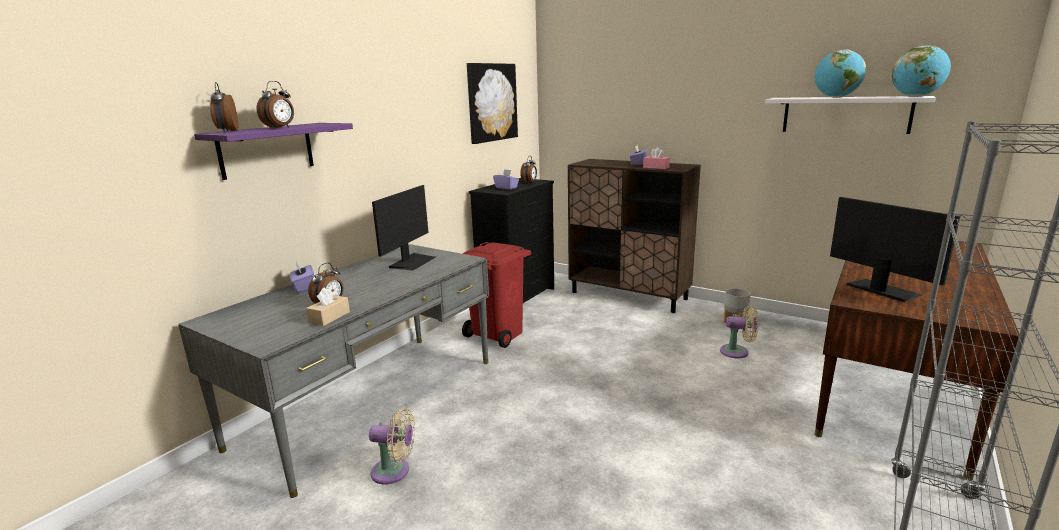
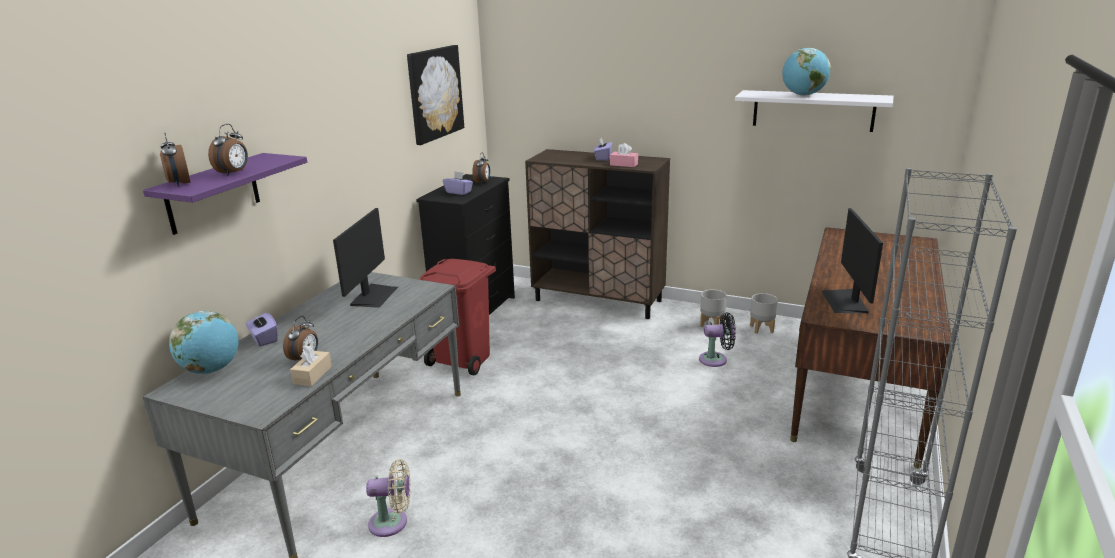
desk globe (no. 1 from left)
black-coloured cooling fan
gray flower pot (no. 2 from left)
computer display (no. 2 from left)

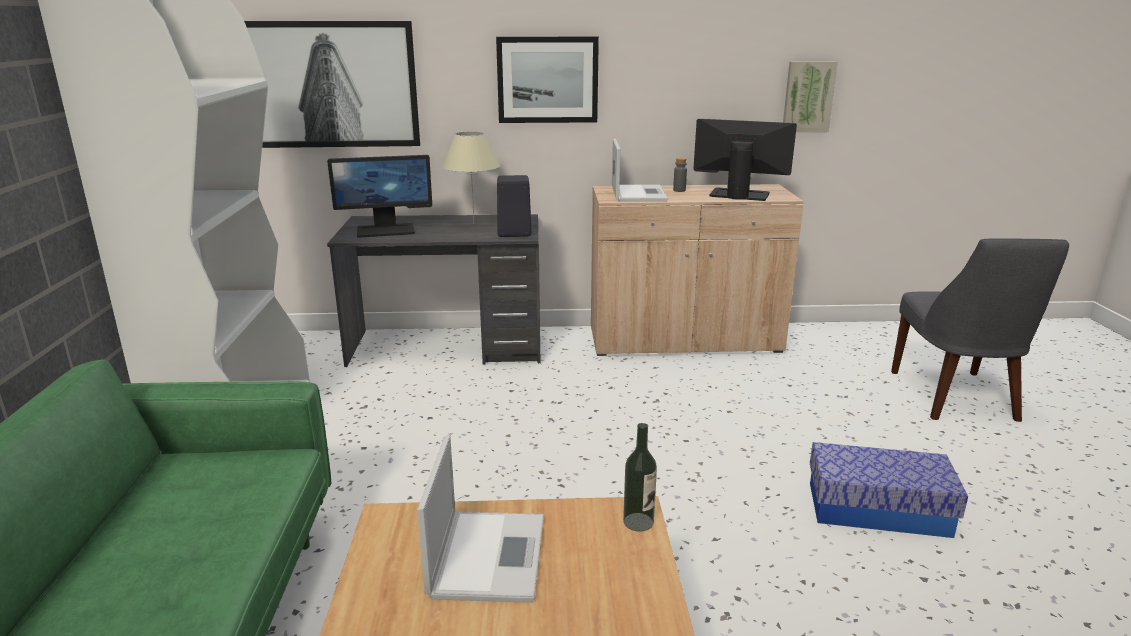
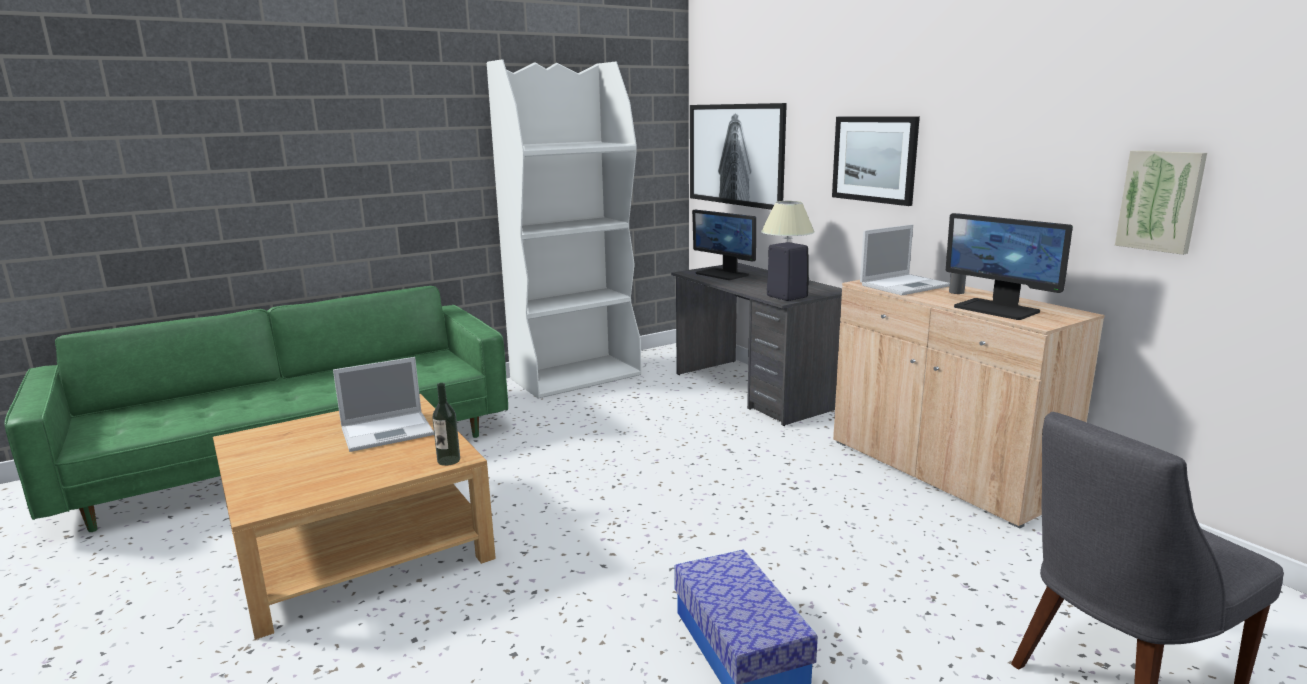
computer display (no. 2 from left)

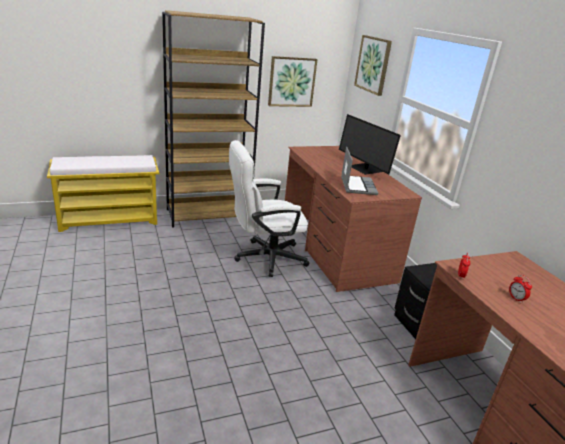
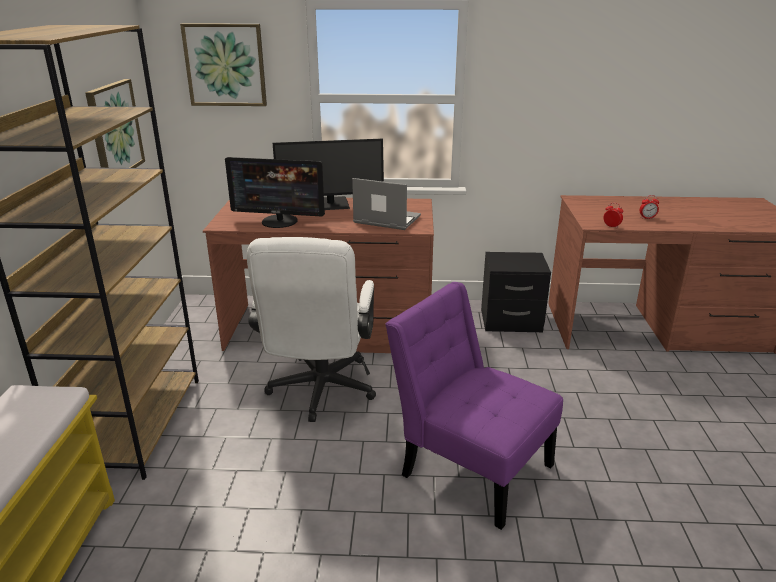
computer display (no. 1 from left)
purplish plain chair

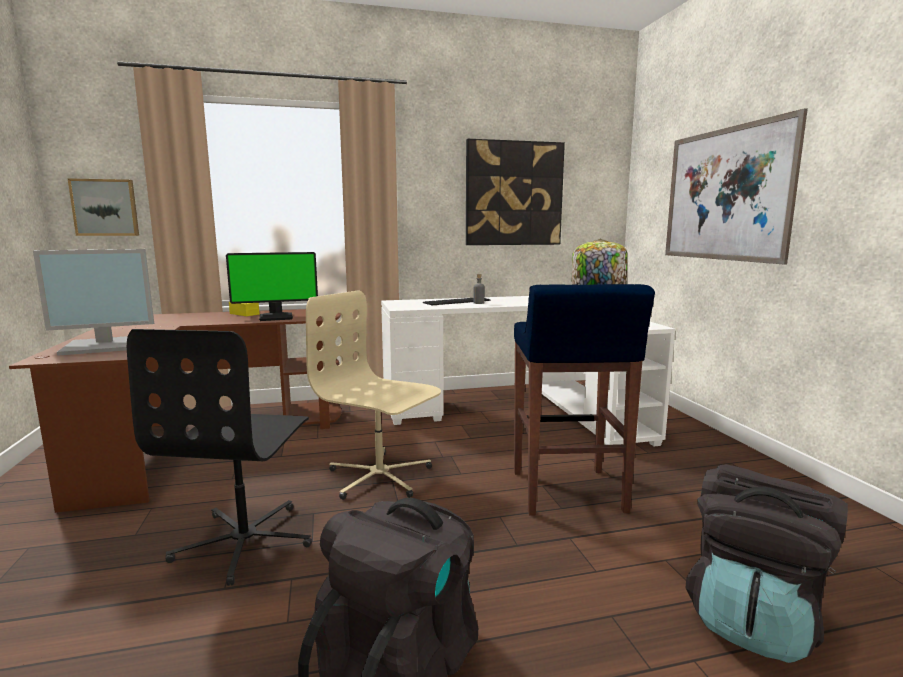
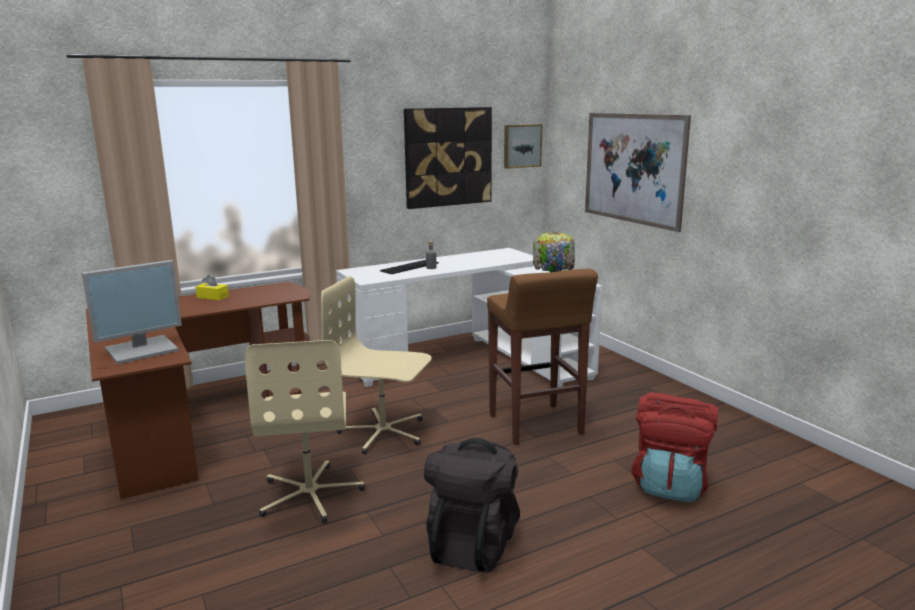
beige-coloured office chair (no. 1 from left)
brown stool seat
wall art (no. 2 from left)
reddish knapsack
computer display (no. 2 from left in the first image)

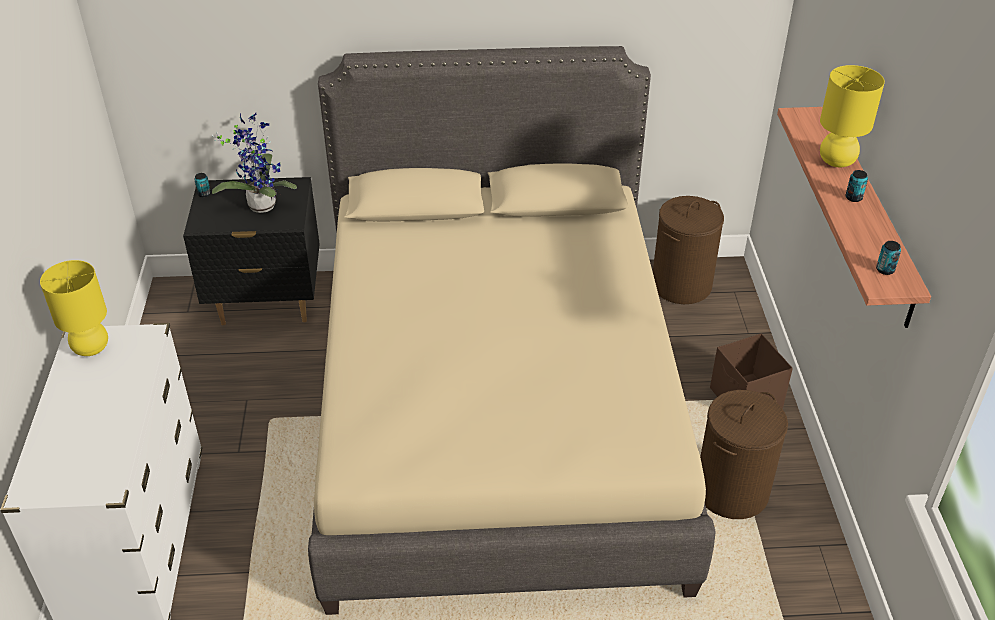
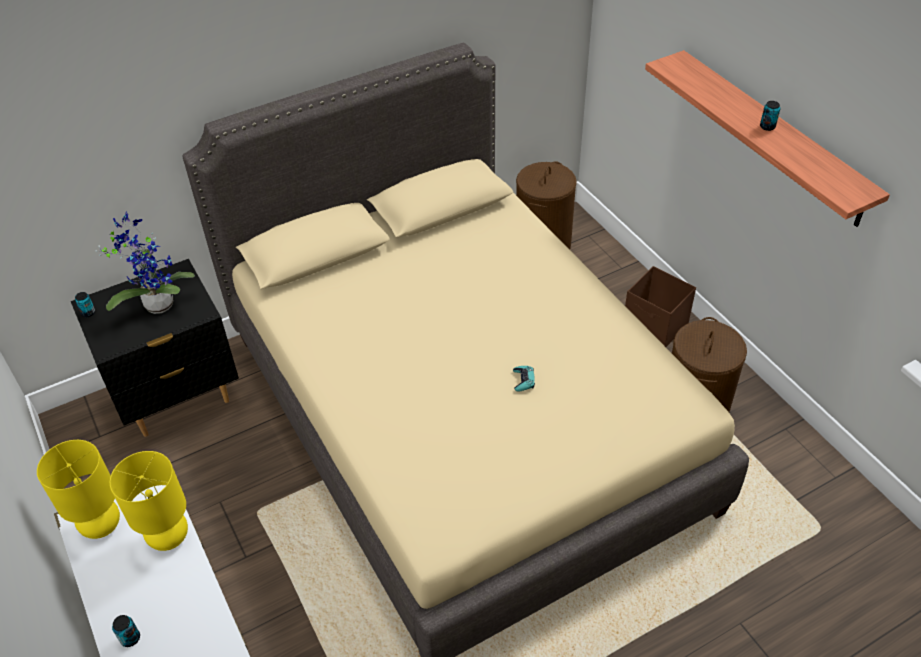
yellow lamp for a table (no. 2 from left)
sealed can (no. 2 from left)
blue-green game controller

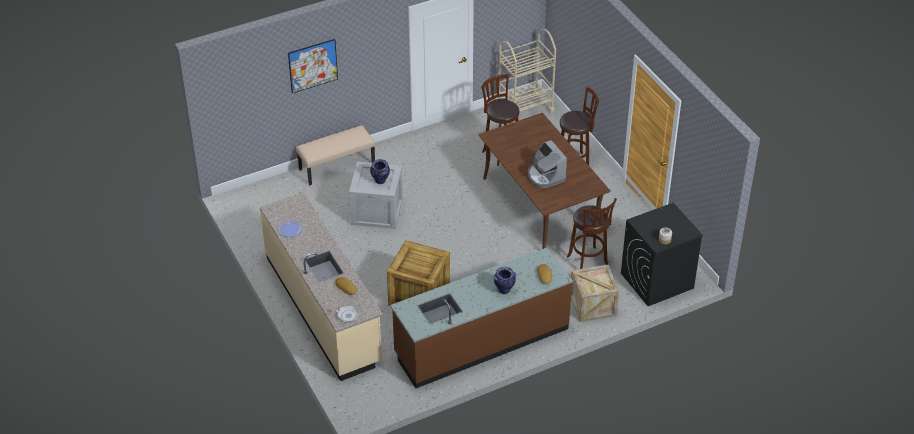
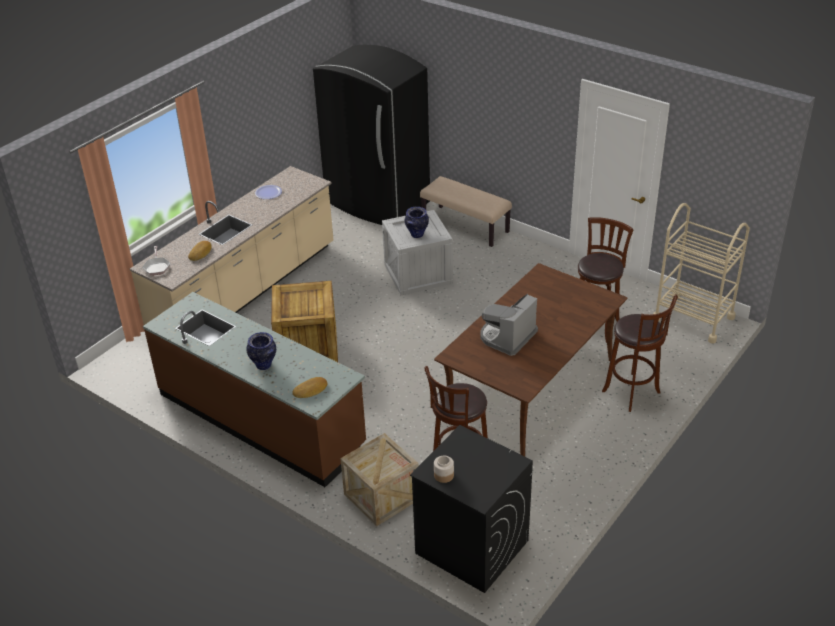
black-coloured fridge
wall art

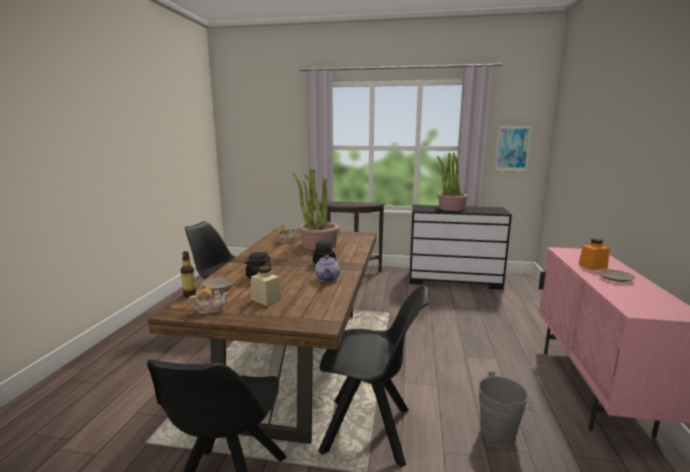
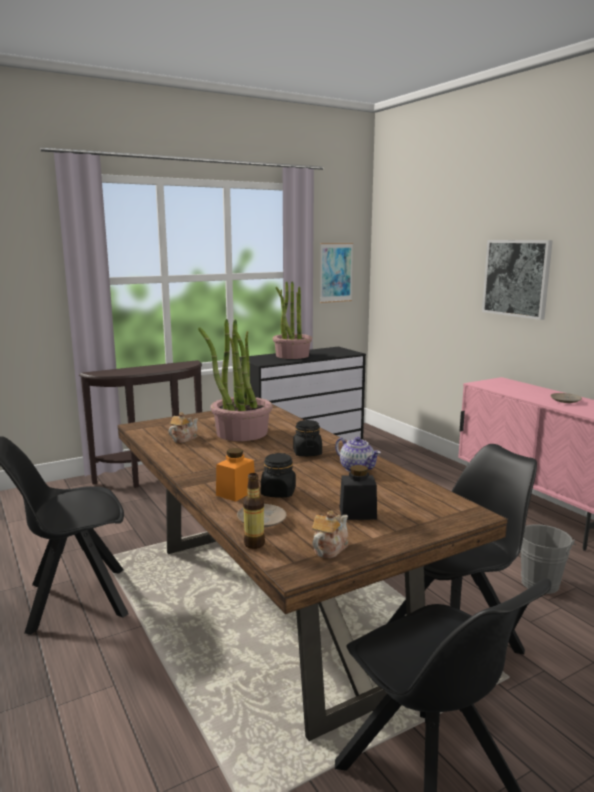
orange-coloured jar
black-coloured jar (no. 3 from left)
wall art (no. 2 from left)

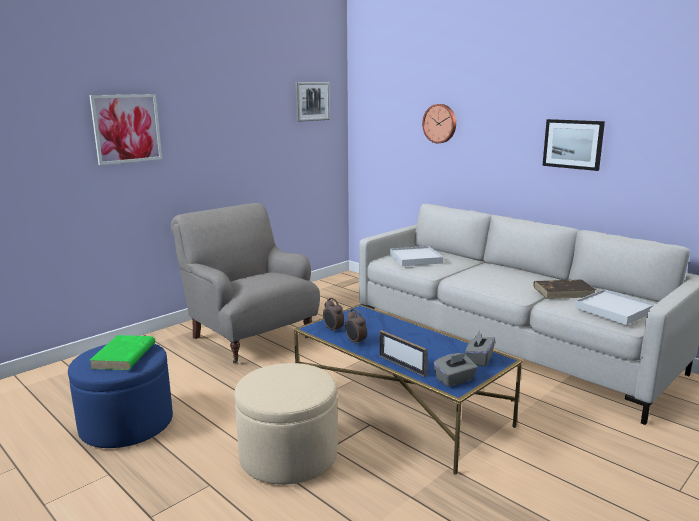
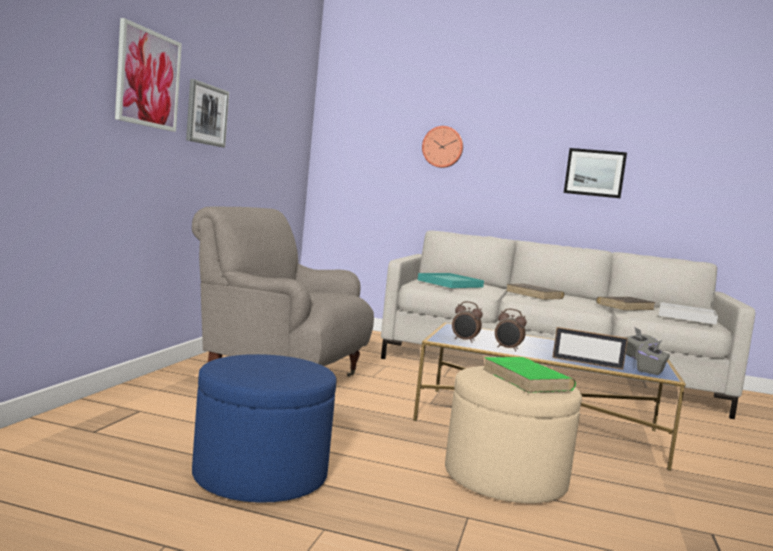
wall art (no. 2 from left)
blue-green tray
greenish book
brown book (no. 1 from left)

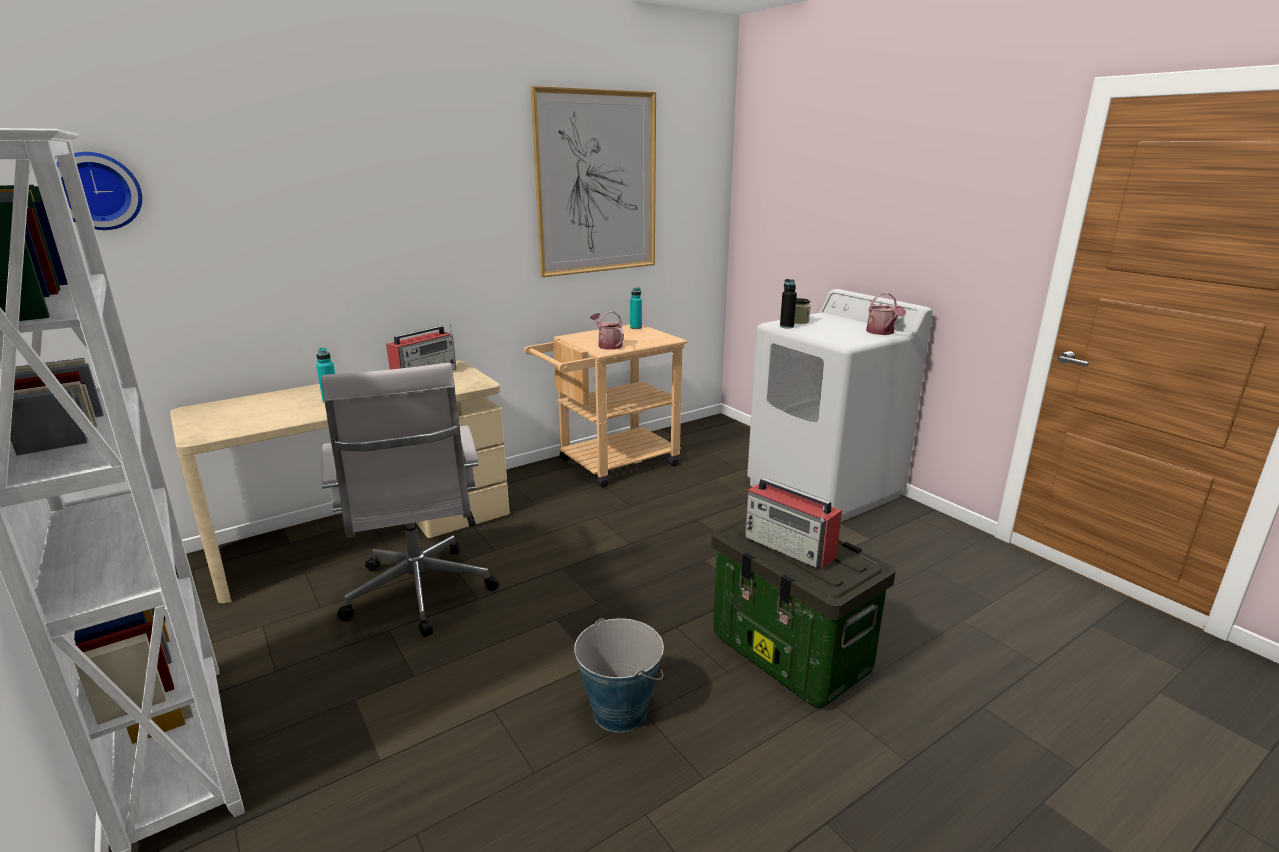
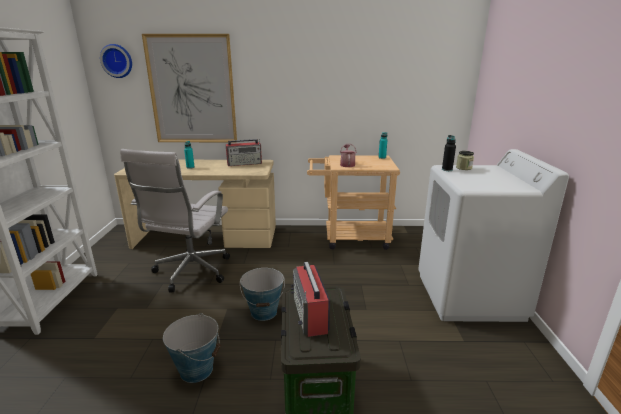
wall art
water bucket (no. 2 from left)
sprinkling can (no. 2 from left in the first image)

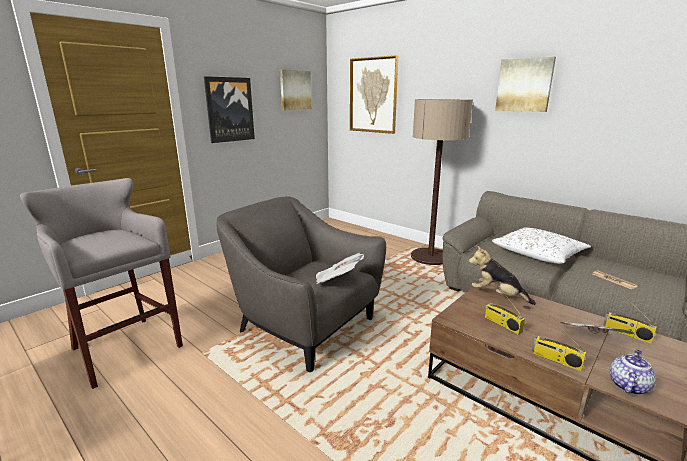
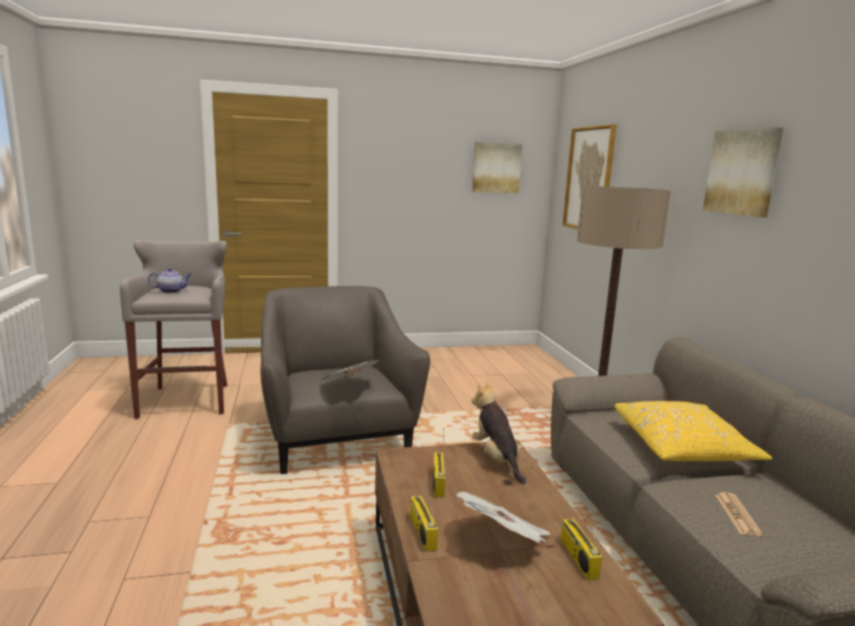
tea pot
yellow pillow
wall art (no. 1 from left in the first image)

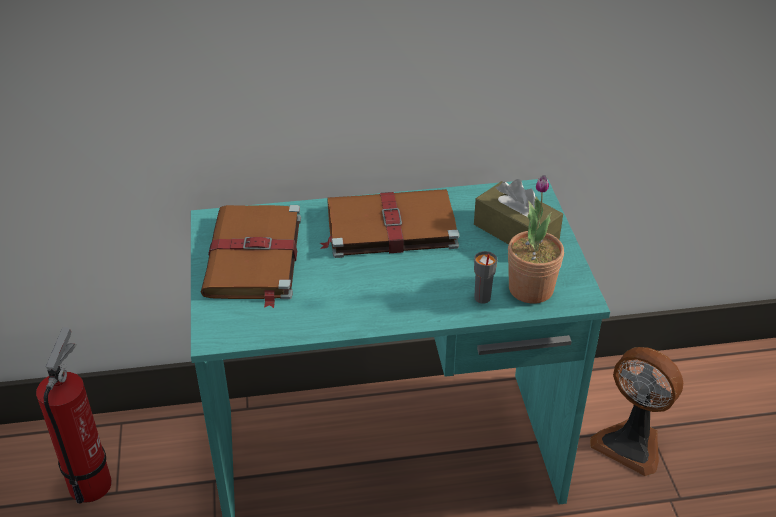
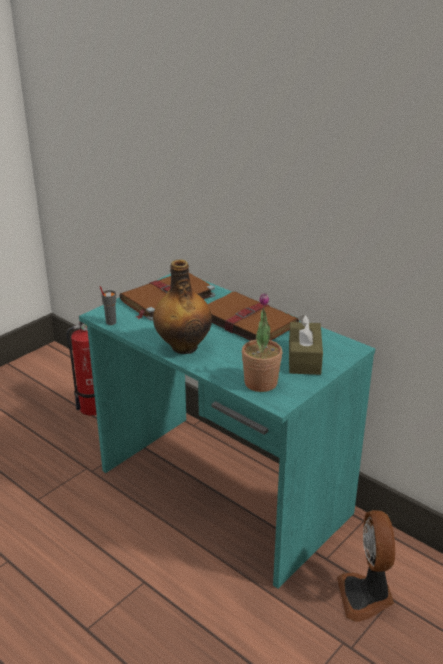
gray small cup
drink bottle

